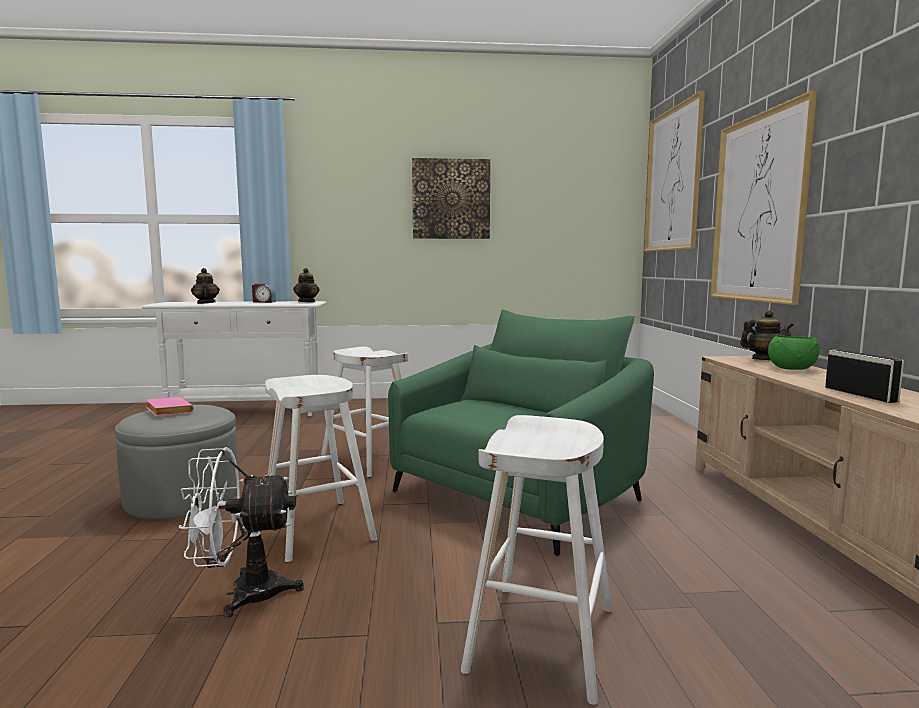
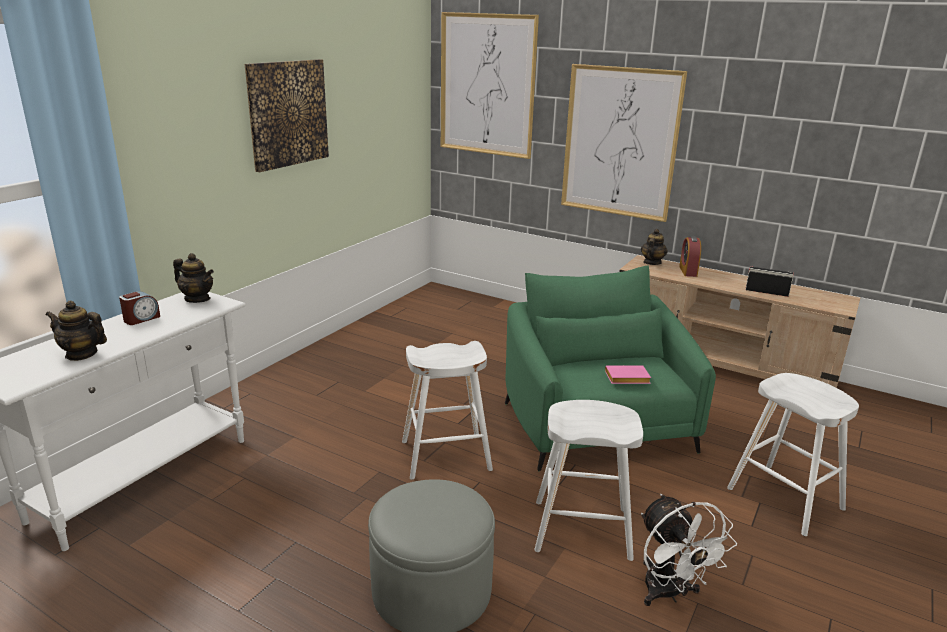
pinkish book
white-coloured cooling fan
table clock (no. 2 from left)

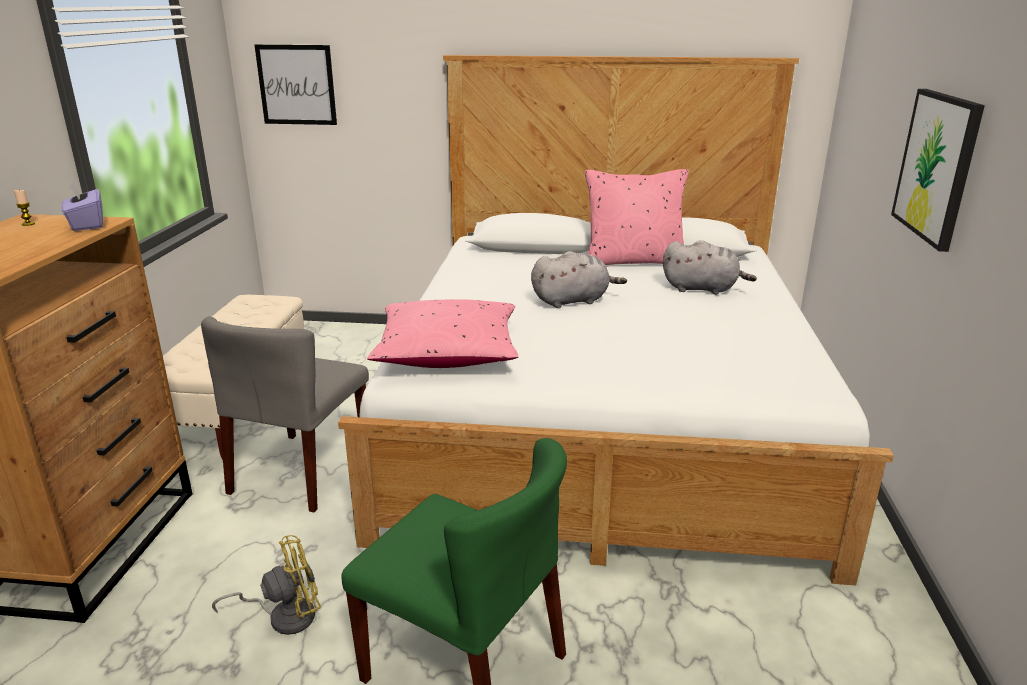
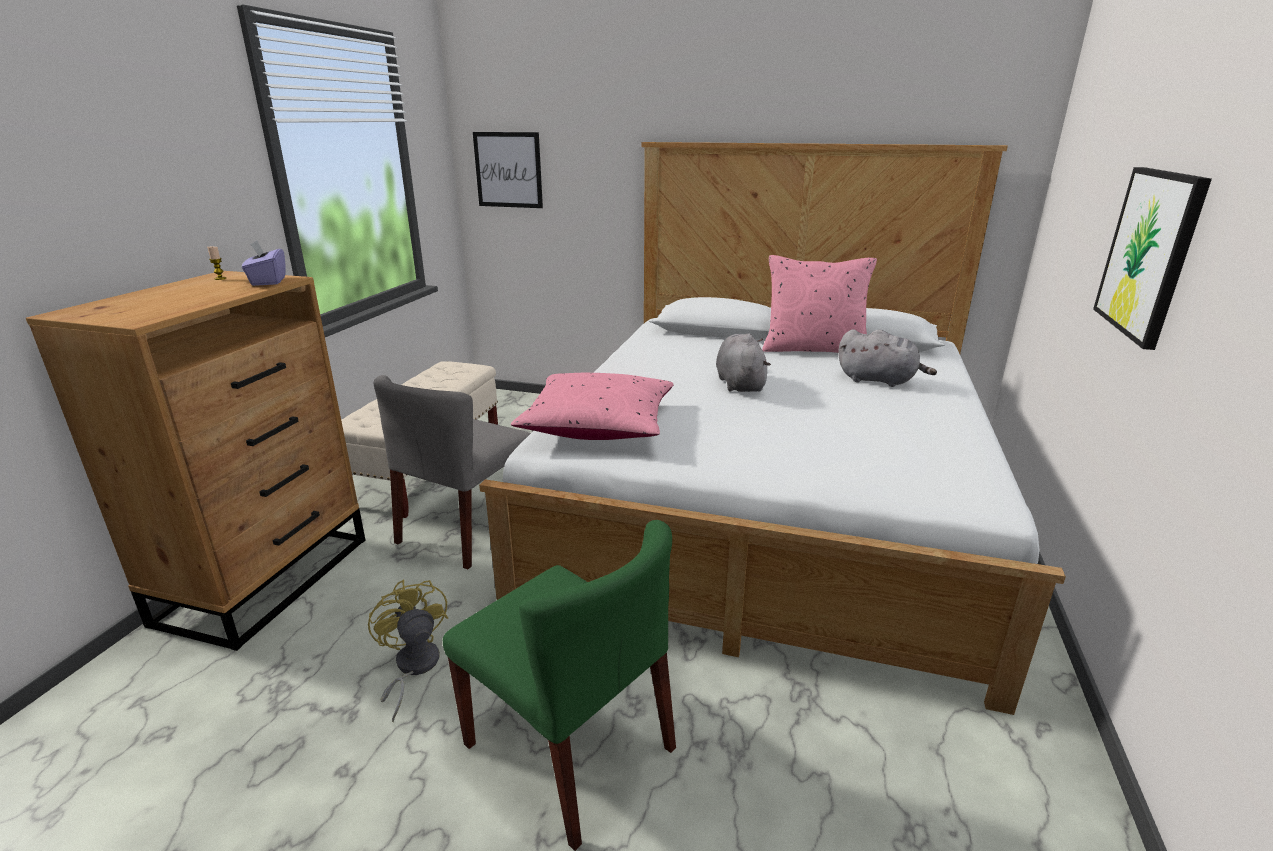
yellow cooling fan
gray soft toy (no. 1 from left)

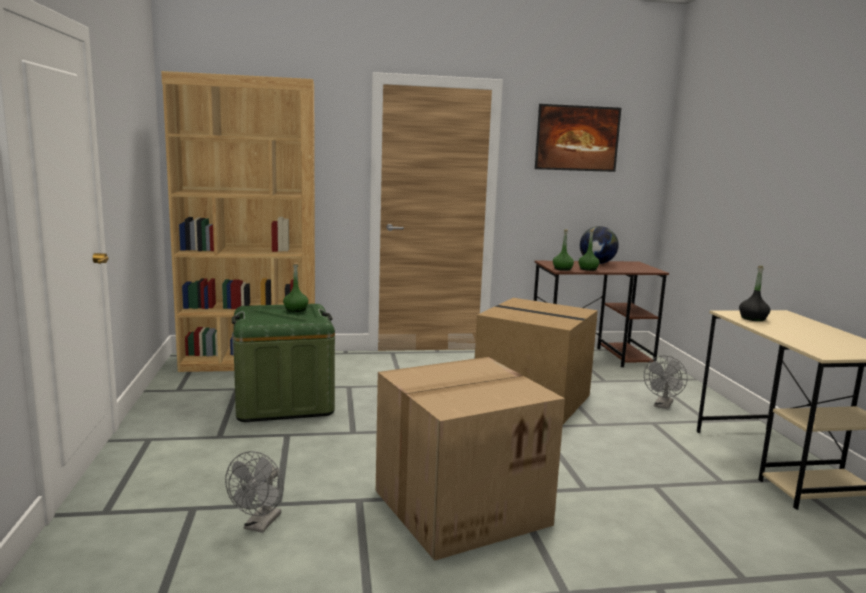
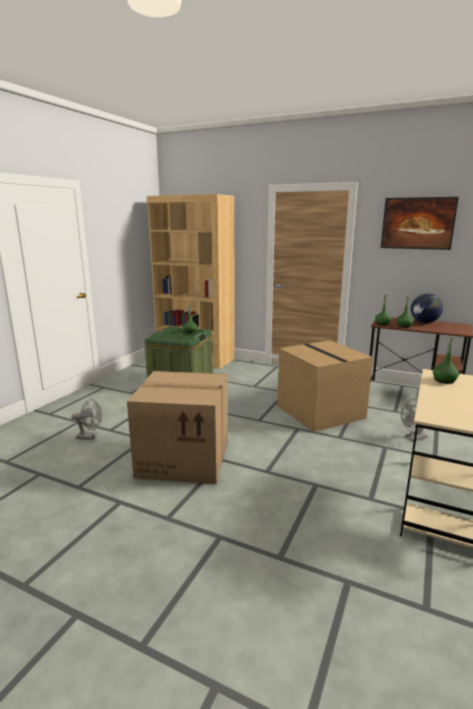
gray cooling fan (no. 1 from left)
greenish drink bottle (no. 4 from left)

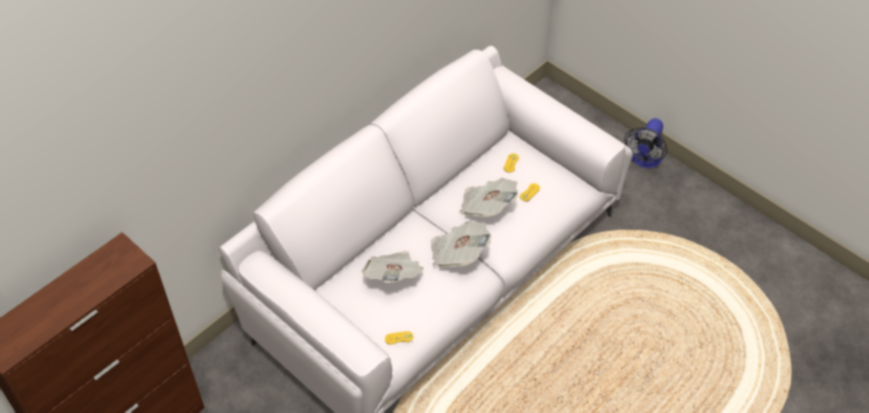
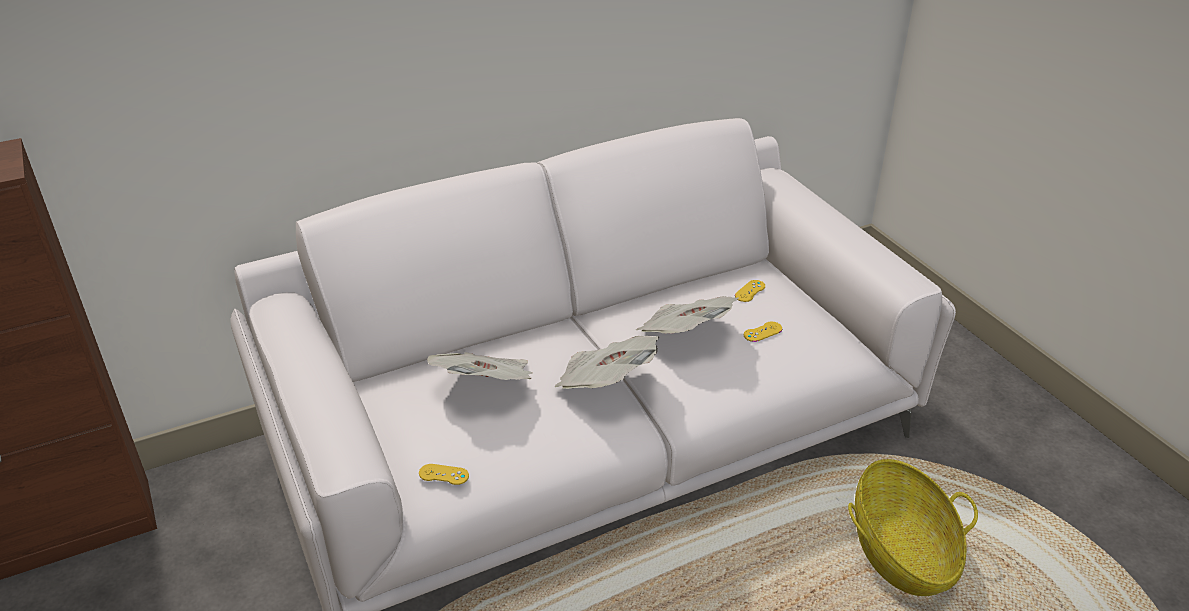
household basket
cooling fan

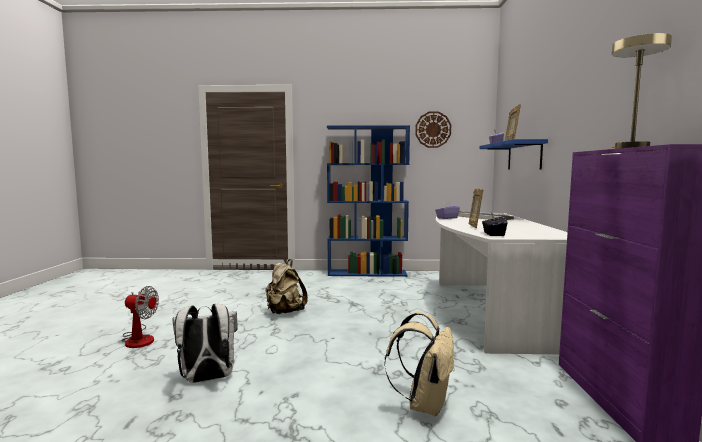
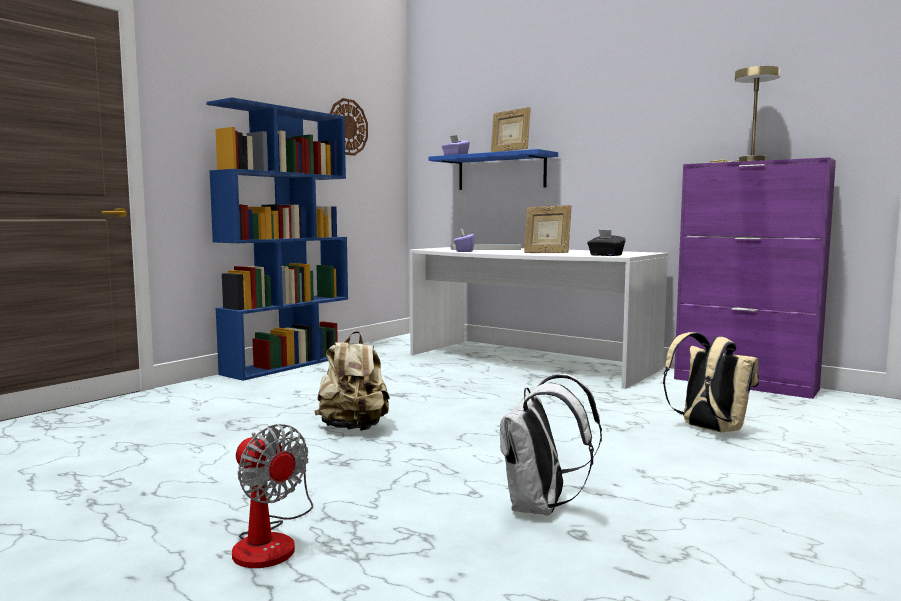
cooling fan

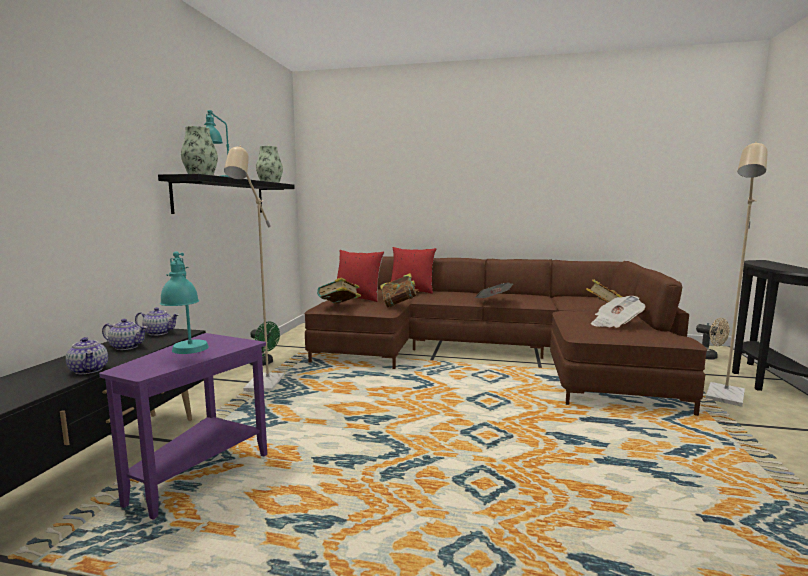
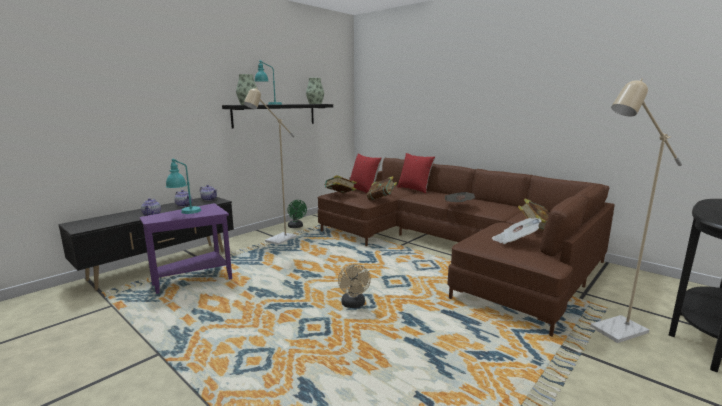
beige-coloured cooling fan

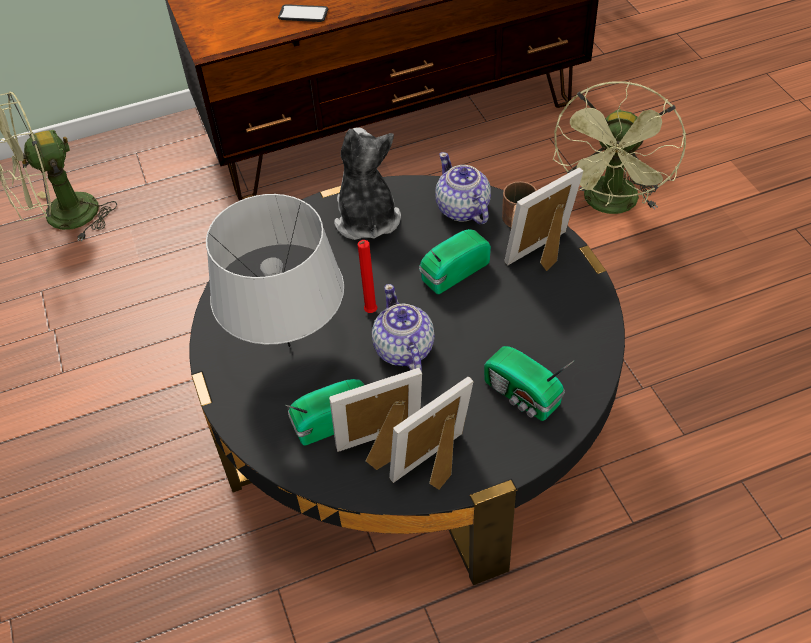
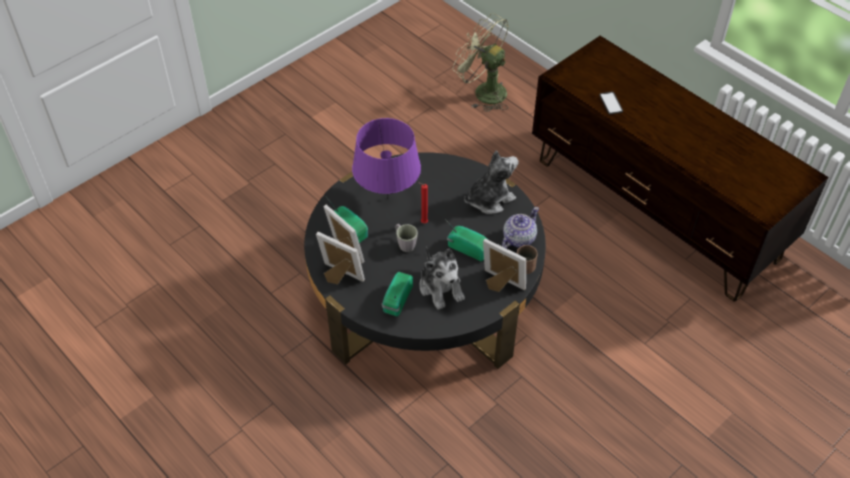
purplish lamp for a table
gray mug
soft toy (no. 1 from left)
greenish cooling fan (no. 2 from left in the first image)

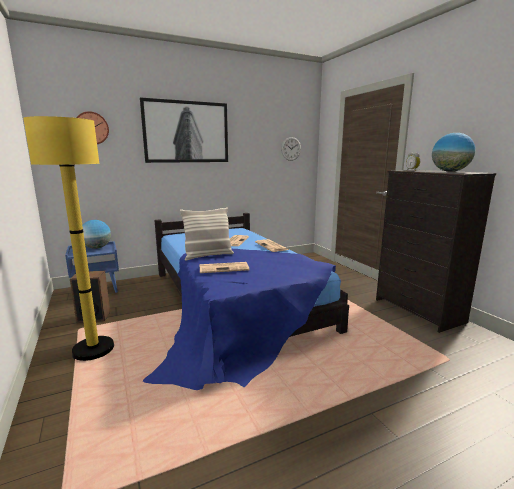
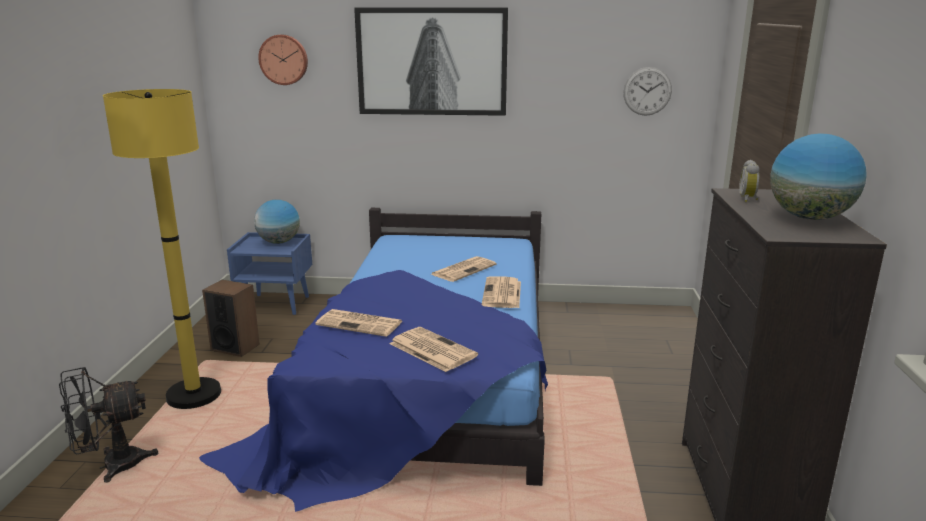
black-coloured cooling fan
printed paper (no. 2 from left)
pillow

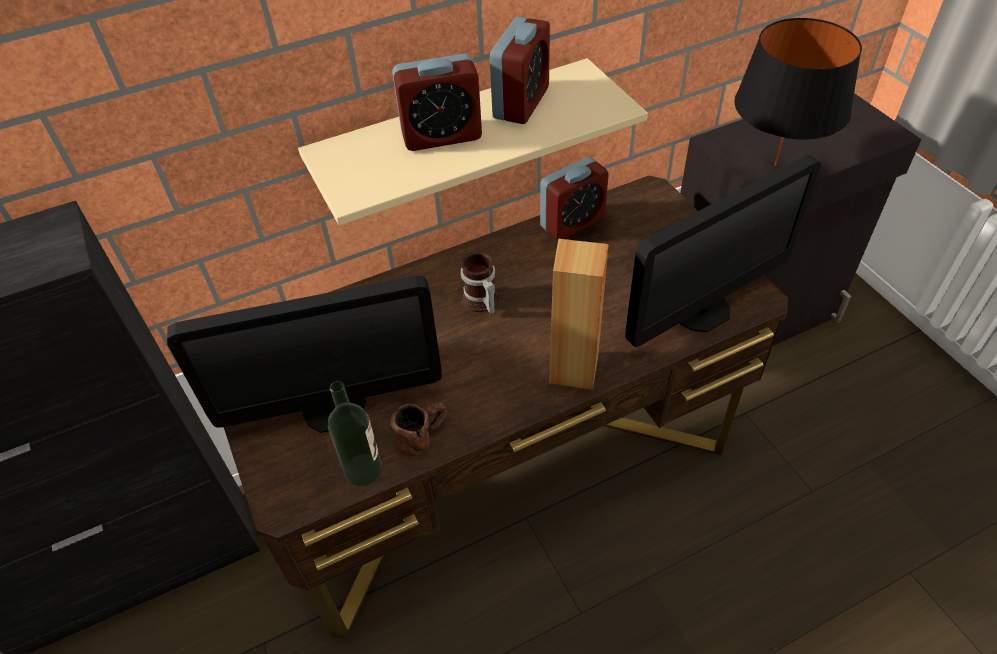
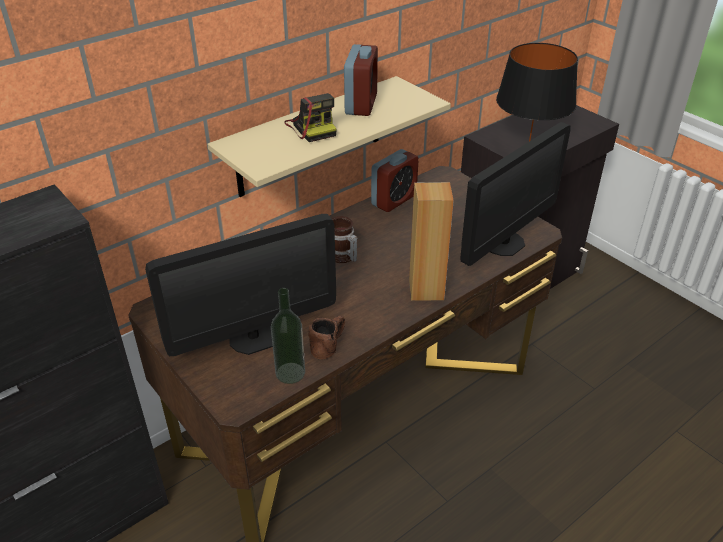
still camera

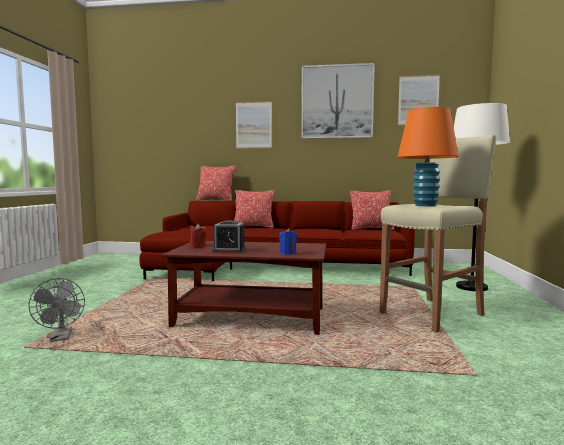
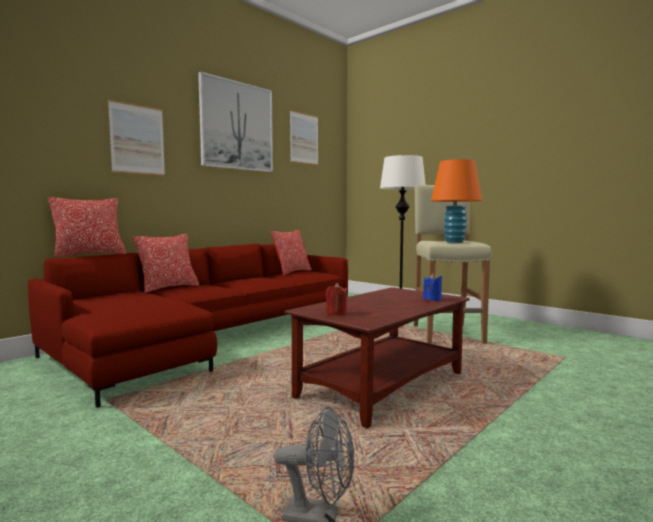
table clock

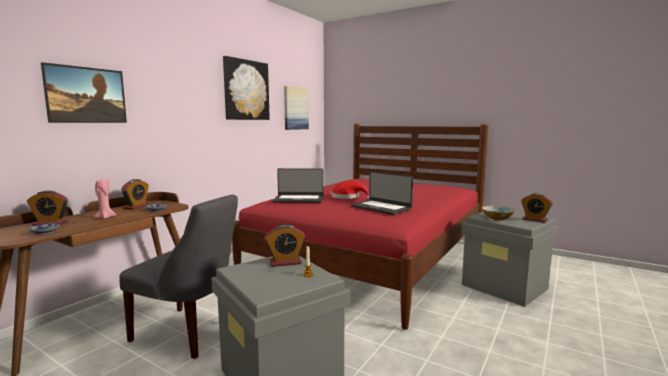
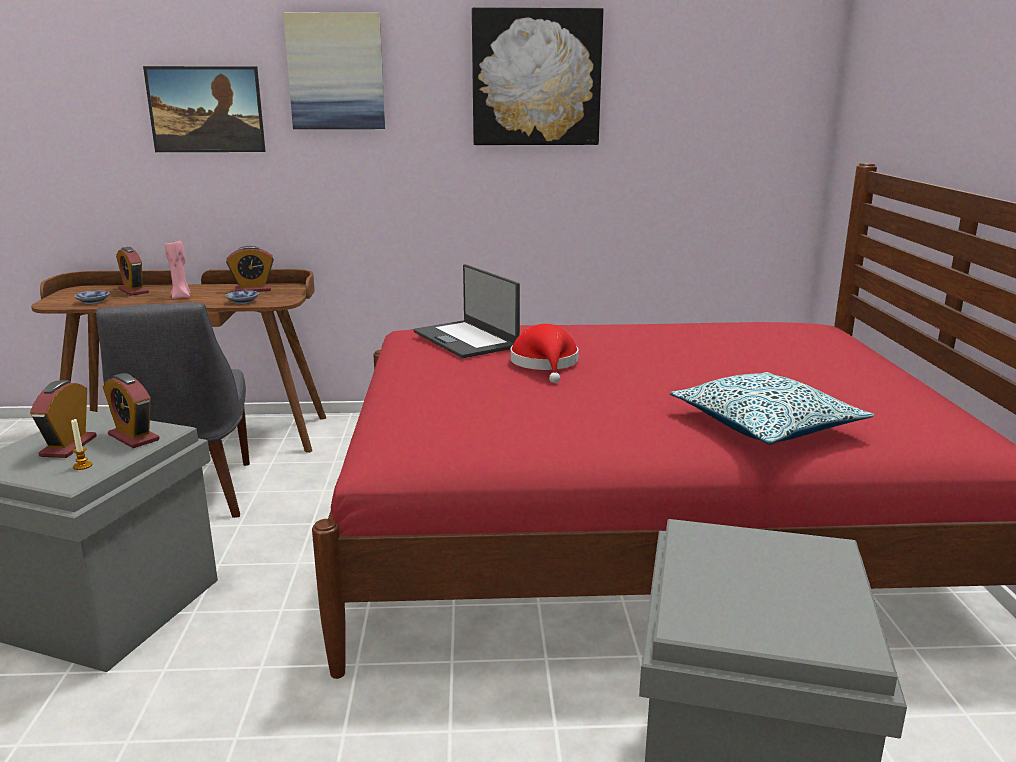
table clock (no. 1 from left)
wall art (no. 2 from left)
pillow
portable computer (no. 2 from left in the first image)
serving bowl (no. 3 from left in the first image)

